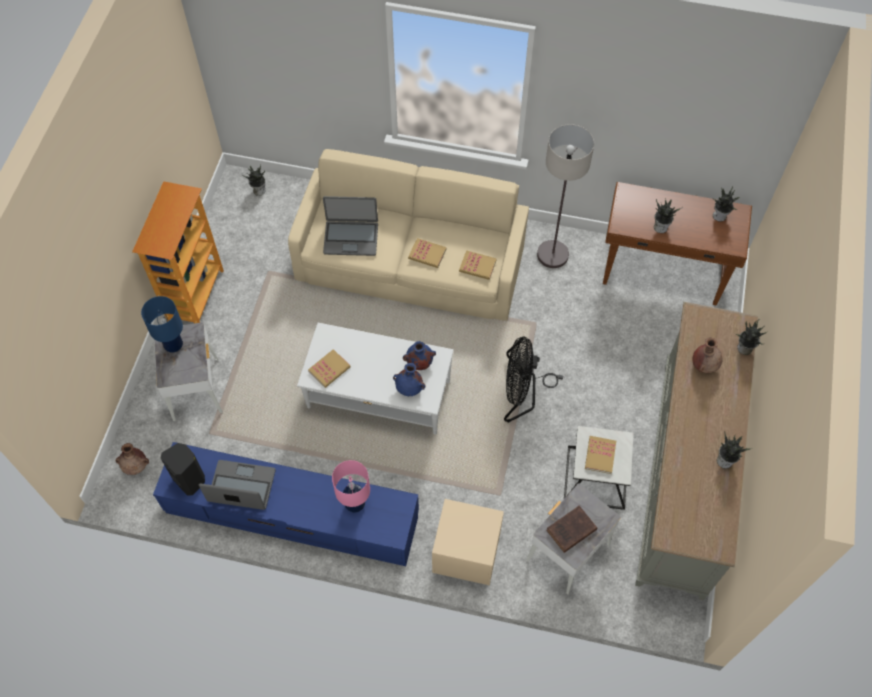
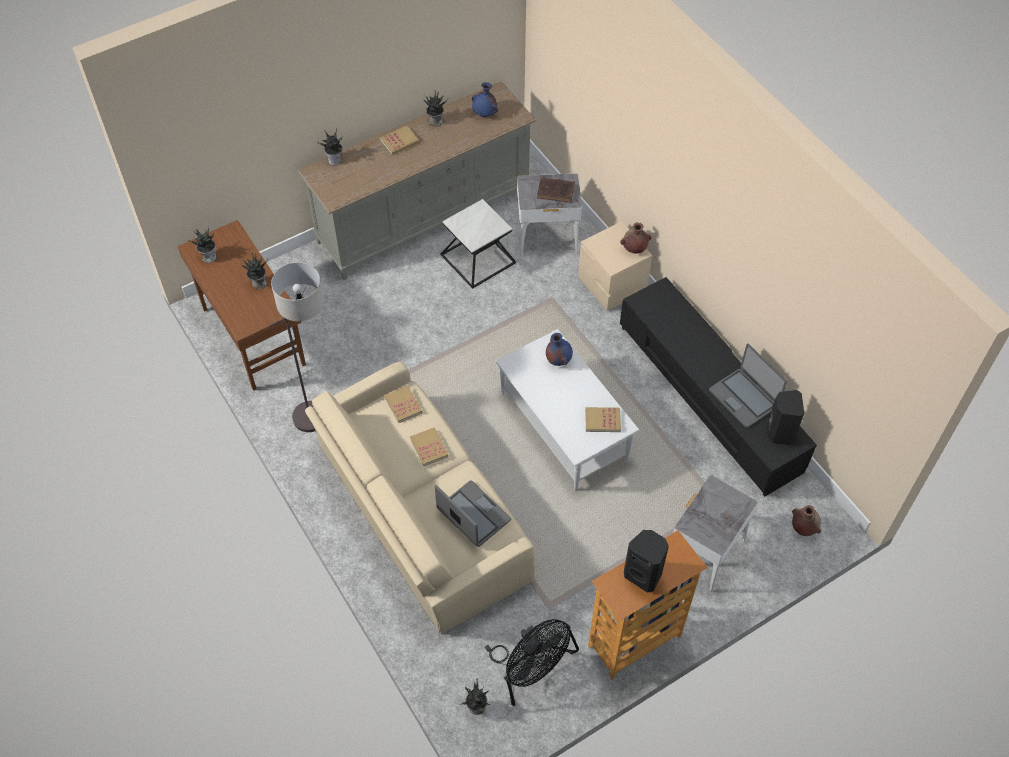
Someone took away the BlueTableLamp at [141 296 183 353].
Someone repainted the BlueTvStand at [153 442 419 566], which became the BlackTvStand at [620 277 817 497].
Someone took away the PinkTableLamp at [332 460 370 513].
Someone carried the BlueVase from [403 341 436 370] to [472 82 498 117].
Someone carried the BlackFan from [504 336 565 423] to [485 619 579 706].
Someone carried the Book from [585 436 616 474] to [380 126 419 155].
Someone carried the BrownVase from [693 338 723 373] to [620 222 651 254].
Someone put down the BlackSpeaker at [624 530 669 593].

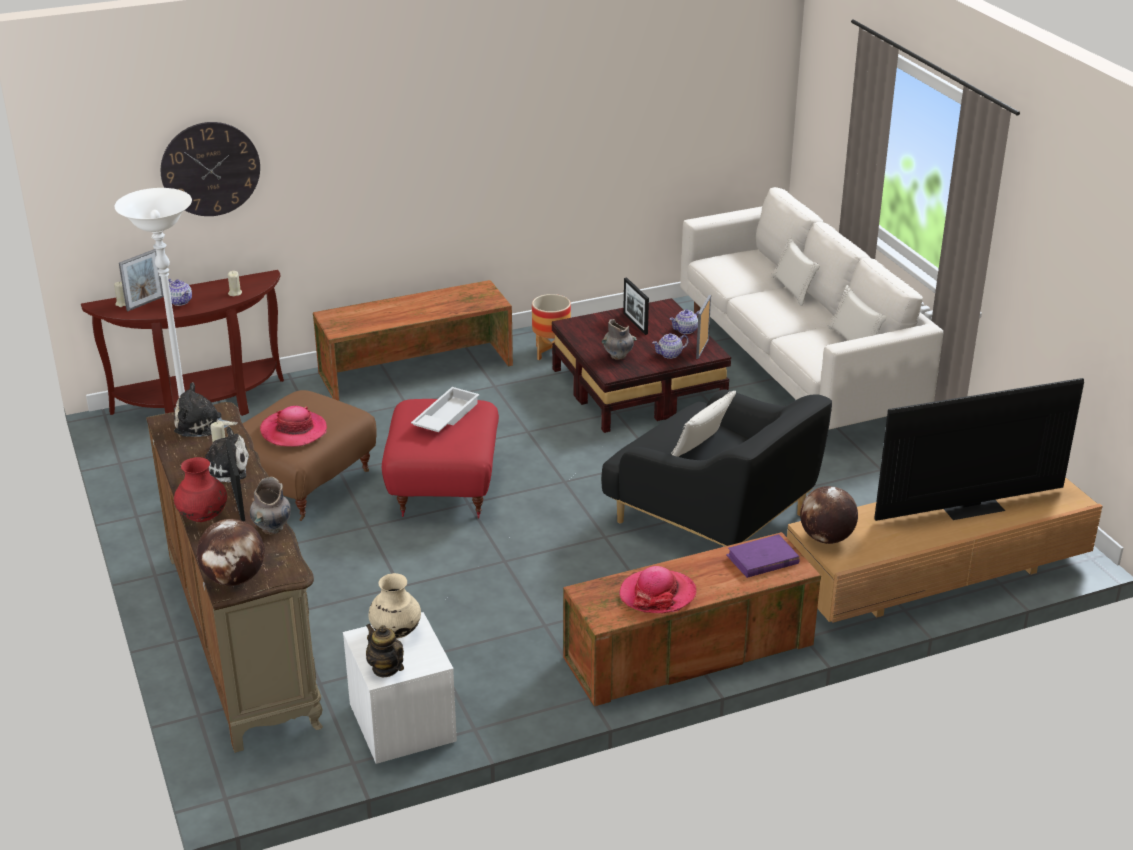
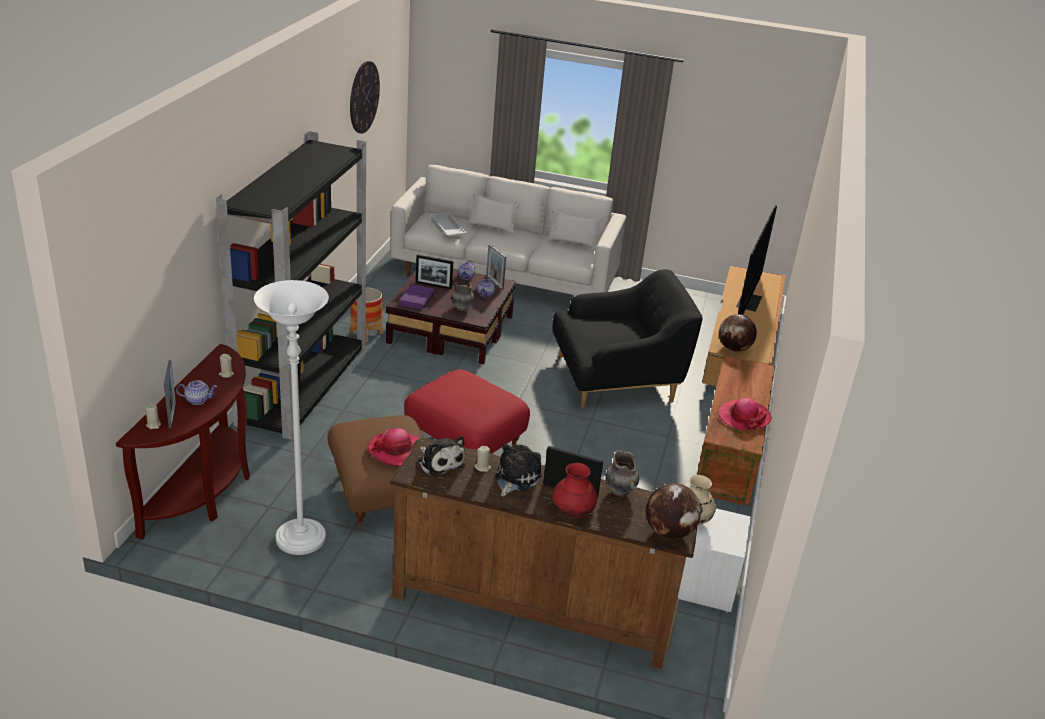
Someone carried the WallClock from [161 122 260 216] to [350 61 380 134].
Someone rotated the PlushToy at [174 382 238 437] by 75 degrees counterclockwise.
Someone swapped the BrownBench at [313 280 513 401] for the BlackBookcase at [216 131 366 440].
Someone took away the Teapot at [366 624 404 677].
Someone carried the WhiteTray from [411 387 479 432] to [430 212 467 236].
Someone took away the WhitePillow at [671 391 736 457].
Someone carried the PurpleBook from [726 534 800 578] to [399 284 435 310].

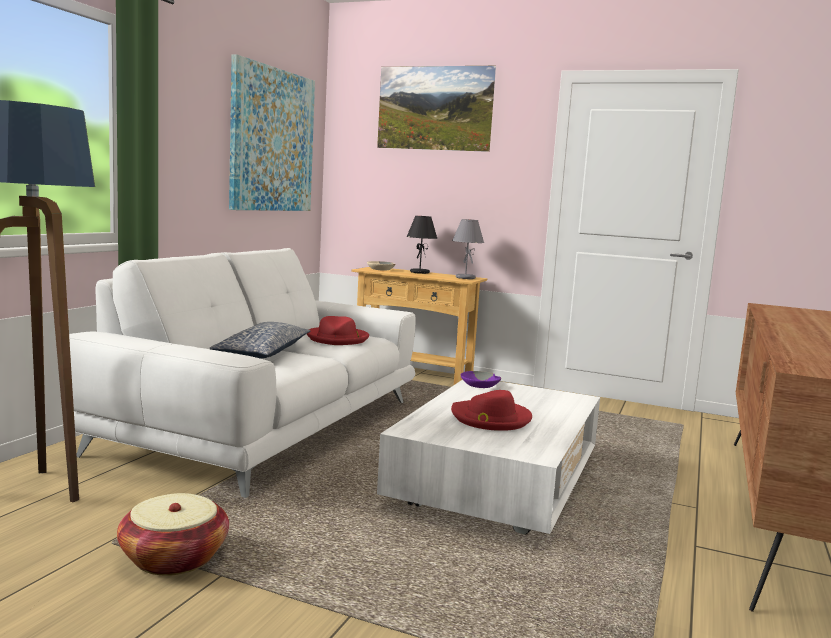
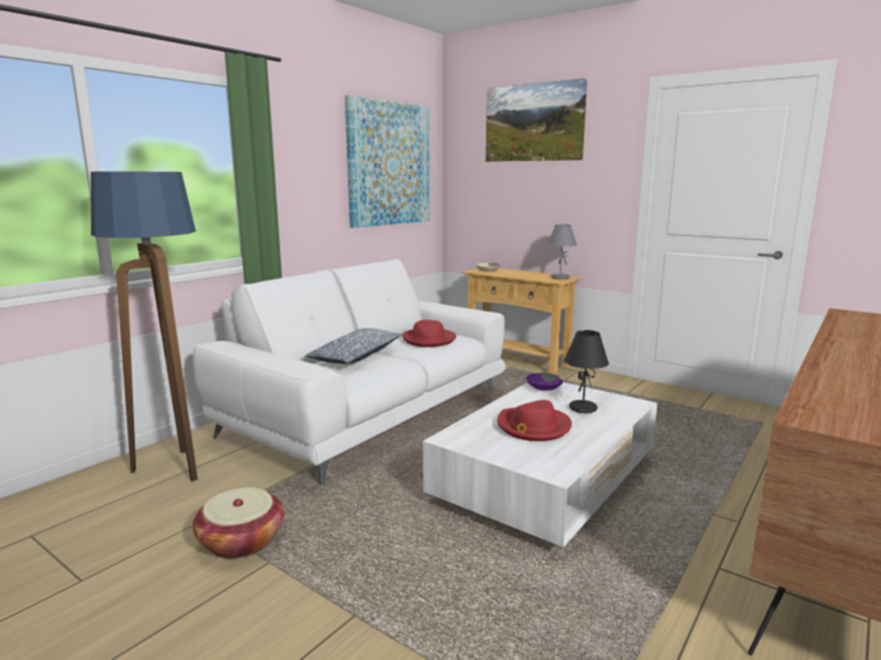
Someone carried the BlackTableLamp from [406 216 437 274] to [564 330 609 413].

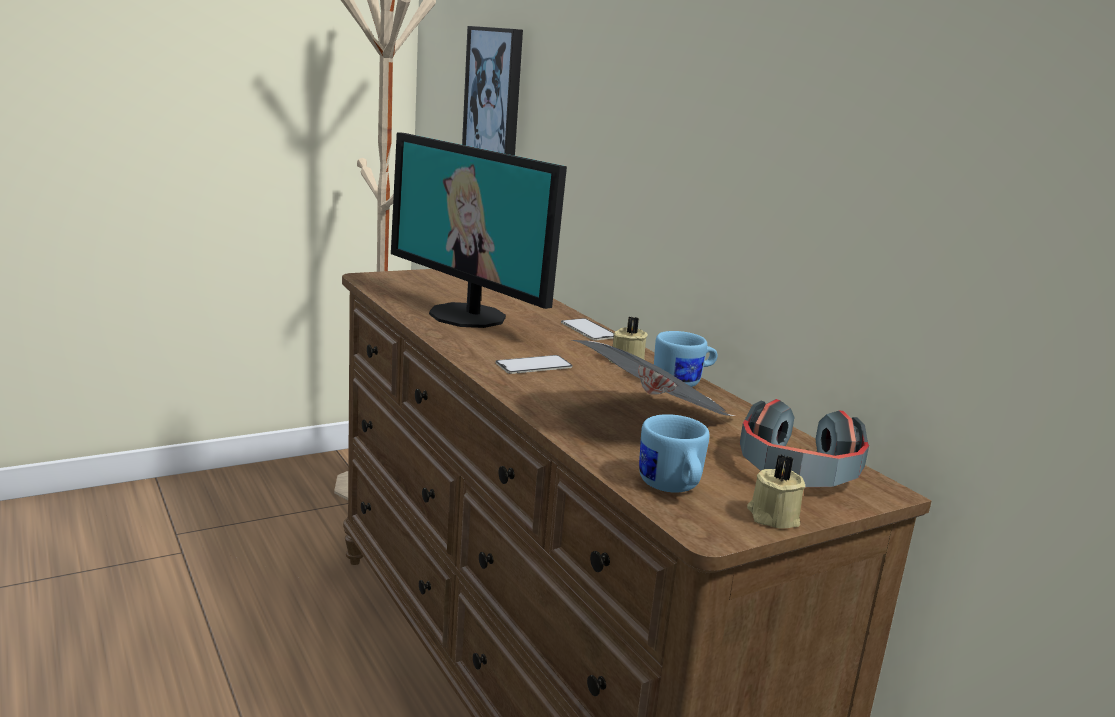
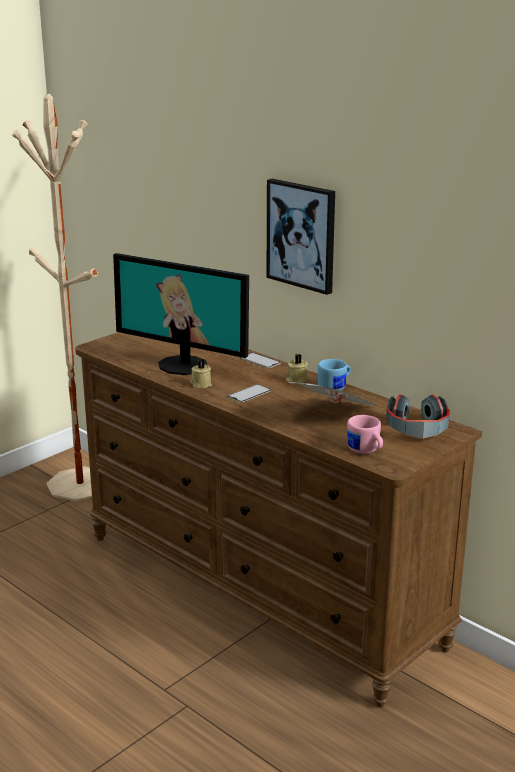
Someone carried the Picture from [462 26 523 156] to [267 179 335 295].
Someone repainted the BlueMug at [639 414 710 493], which became the PinkMug at [347 415 383 454].
Someone carried the BeigeCandle from [747 455 805 529] to [190 359 212 388].

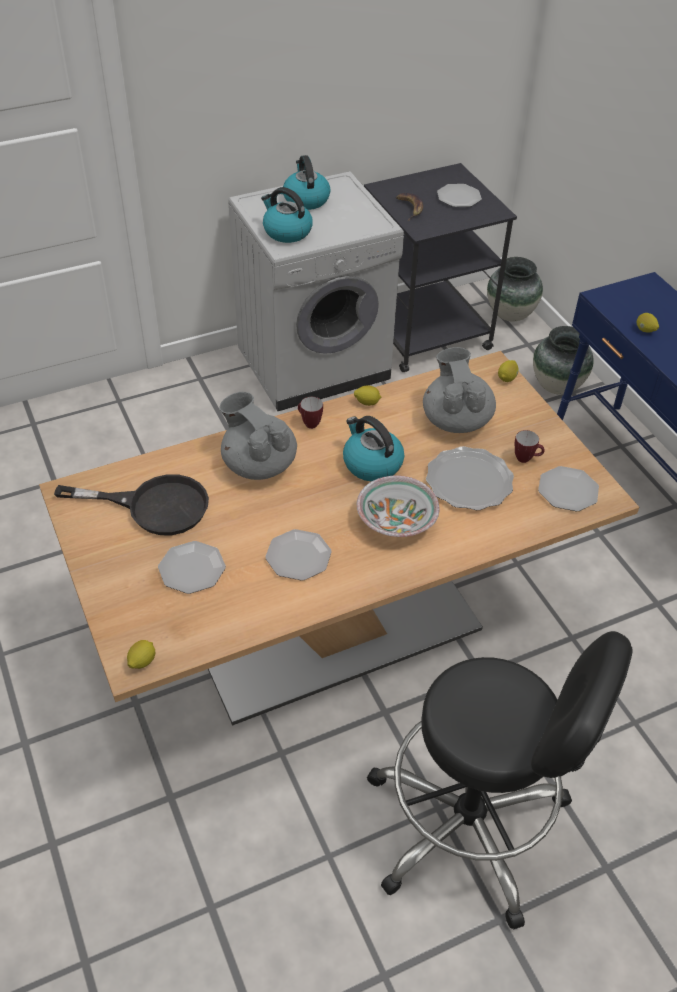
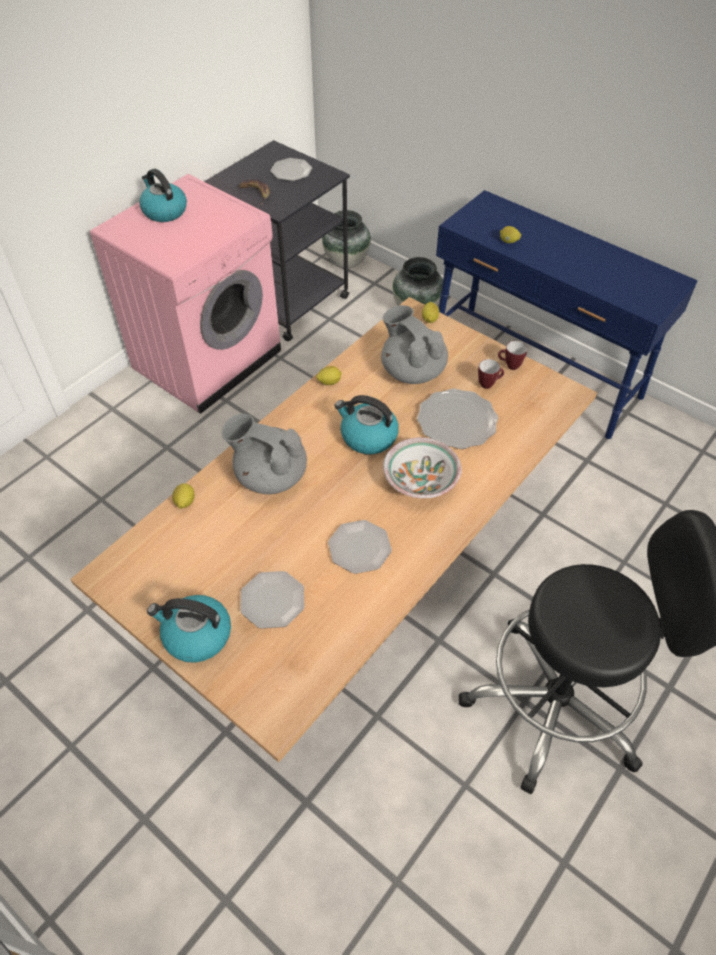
Someone took away the BlackFryingPan at [54 474 209 535].
Someone carried the Lemon from [127 640 155 669] to [172 483 195 509].
Someone repainted the WhiteWashingMachine at [228 171 404 411], which became the PinkWashingMachine at [90 174 281 414].
Someone carried the Kettle from [261 187 313 243] to [147 595 231 663].
Someone carried the Mug from [298 397 323 429] to [498 341 527 370].
Someone took away the Plate at [538 466 599 511].

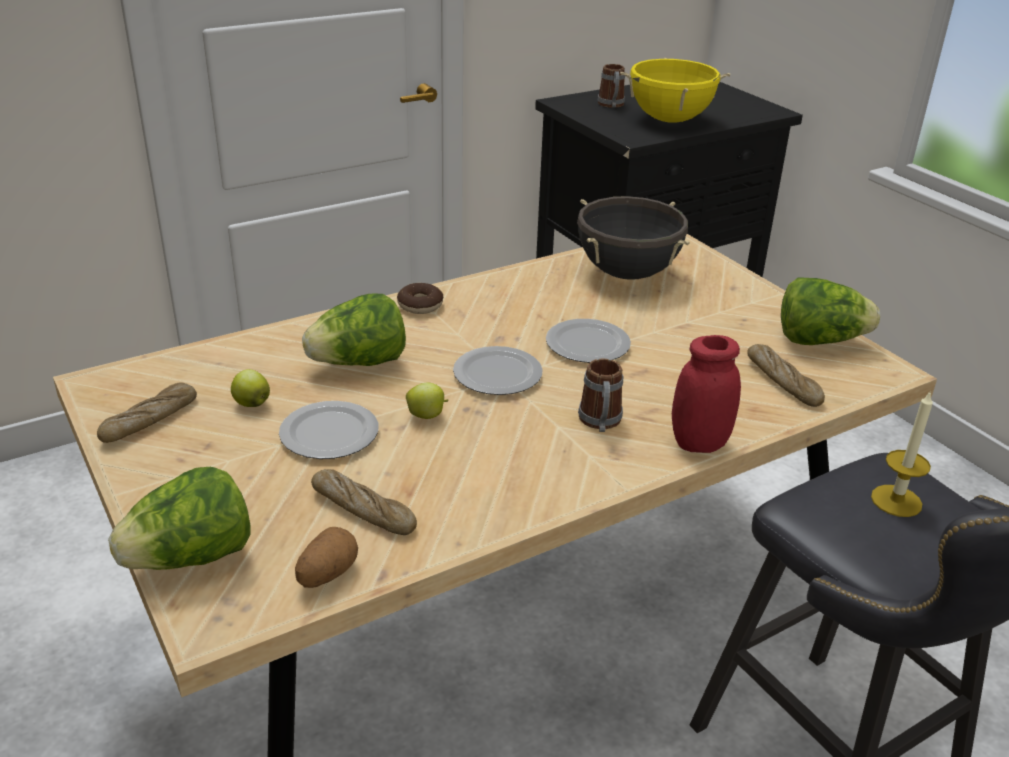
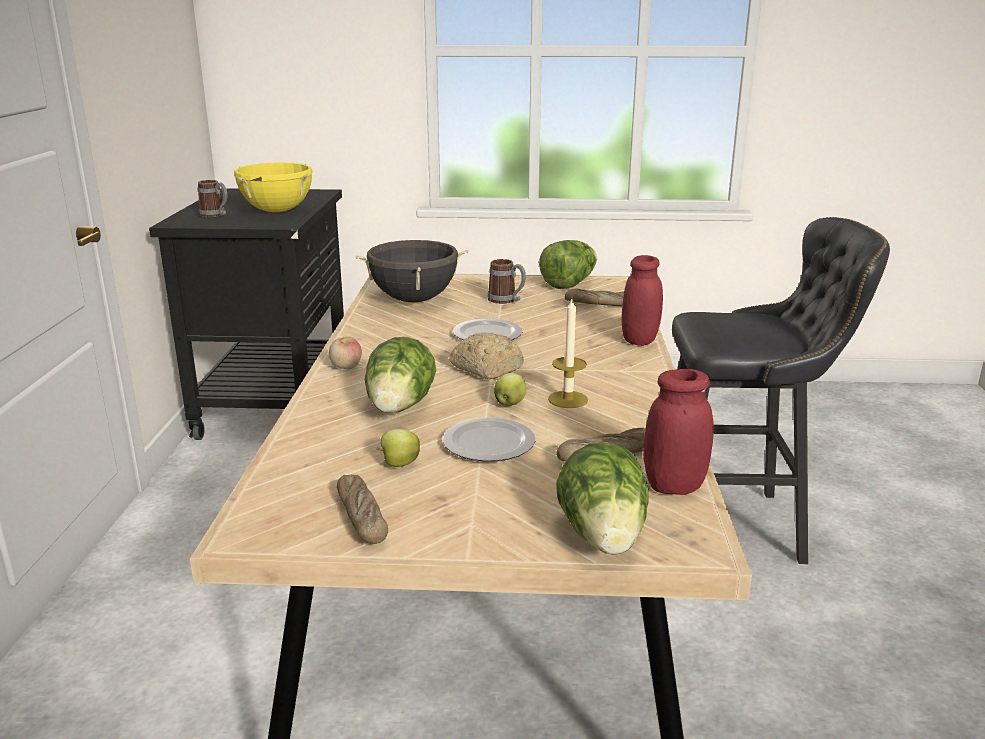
Someone swapped the Potato at [295 527 358 588] for the RedJar at [643 369 714 495].
Someone swapped the Donut at [397 283 443 314] for the Apple at [329 337 362 369].
Someone swapped the Plate at [453 346 543 395] for the Bread at [449 333 524 379].
Someone carried the Mug from [578 359 623 432] to [488 259 526 304].
Someone carried the Candle from [871 390 933 517] to [548 299 588 408].

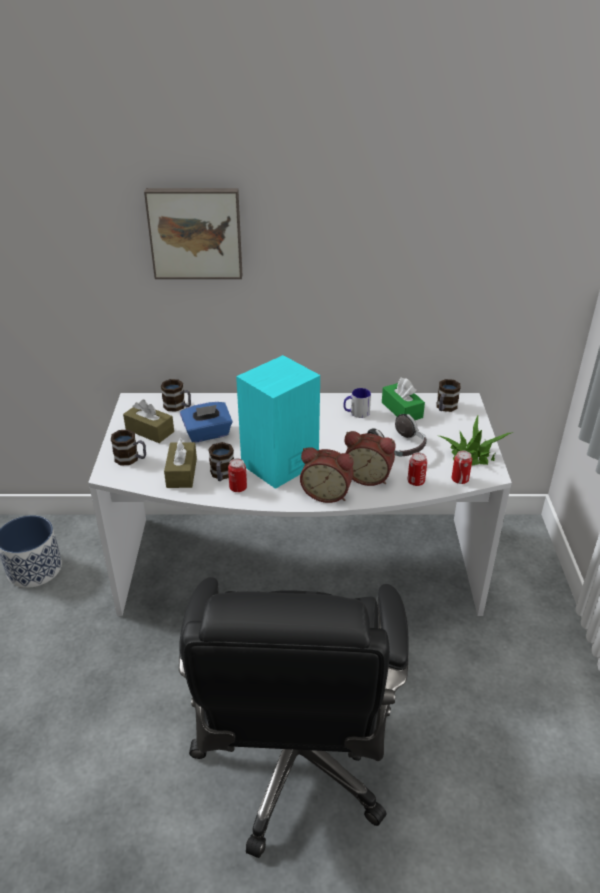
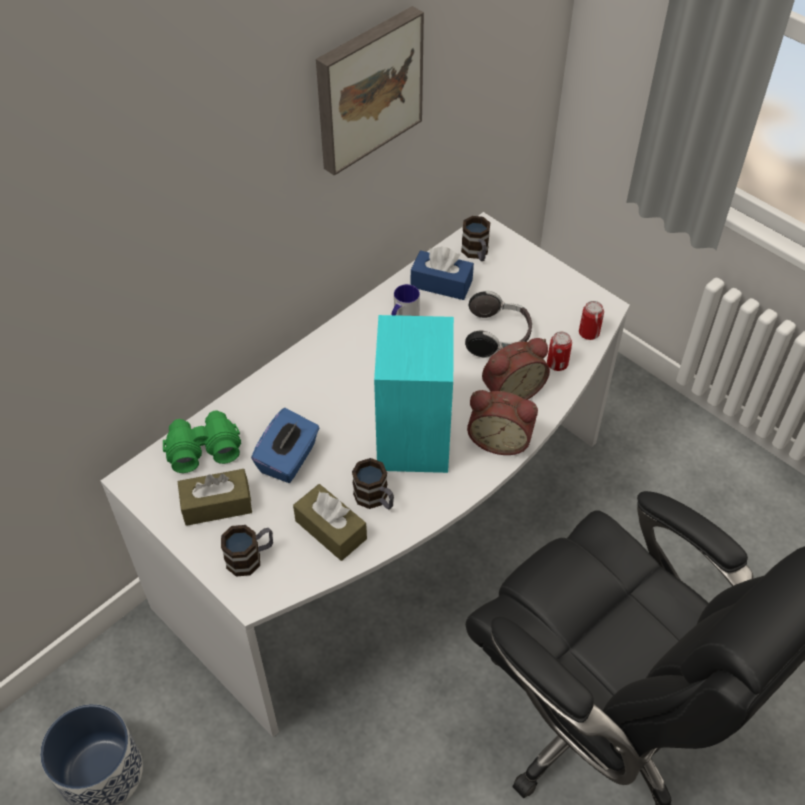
Someone carried the Picture from [144 188 242 279] to [316 6 424 176].
Someone swapped the Mug at [161 379 191 412] for the GreenBinoculars at [163 410 241 473].
Someone took away the Can at [228 458 247 492].
Someone rotated the AlarmClock at [300 447 354 503] by 45 degrees clockwise.
Someone repainted the GreenTissueBox at [382 378 425 420], which became the BlueTissueBox at [411 247 474 300].
Someone took away the PottedPlant at [440 416 511 466].

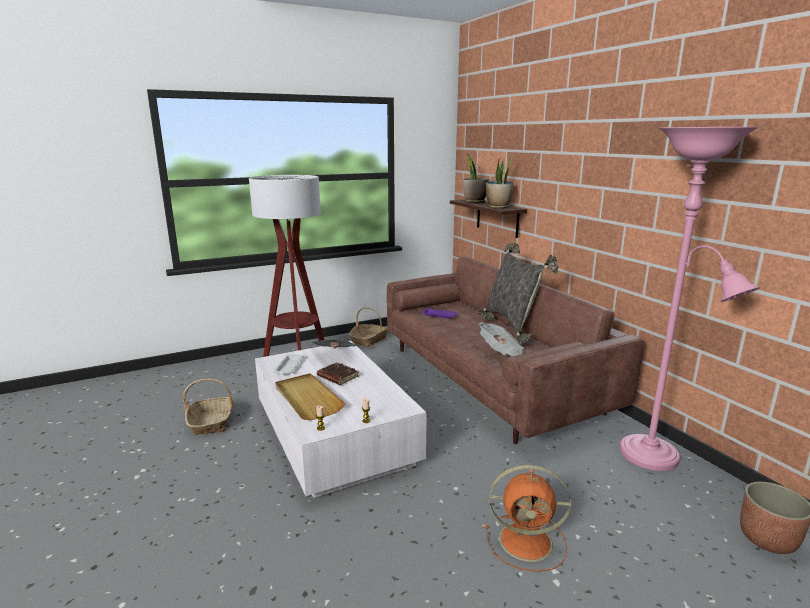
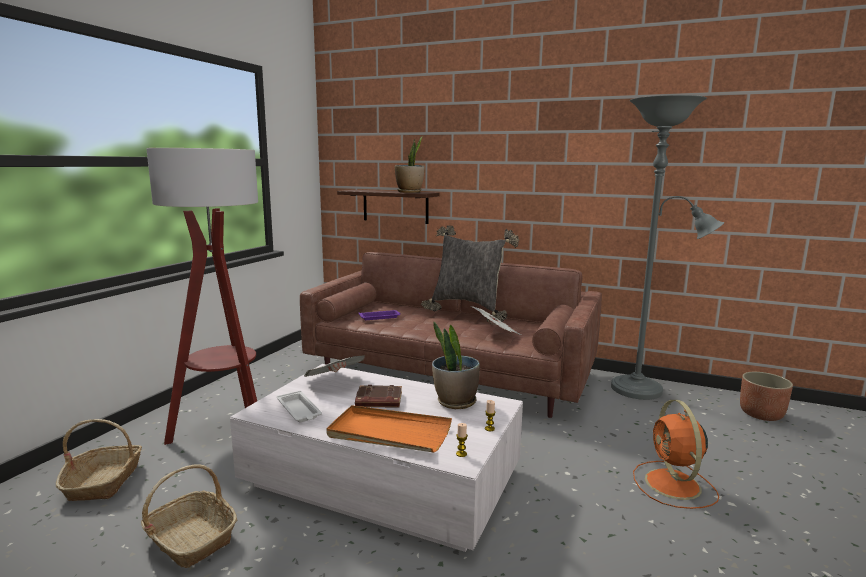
Someone repainted the BeigeTray at [275 373 345 420], which became the OrangeTray at [326 405 452 452].
Someone carried the Basket from [349 307 388 347] to [56 419 142 501].
Someone carried the PottedPlant from [463 153 489 203] to [432 322 480 409].
Someone rotated the OrangeFan at [485 465 571 572] by 120 degrees clockwise.
Someone repainted the PinkFloorLamp at [620 127 760 471], which became the GreyFloorLamp at [611 95 724 400].

